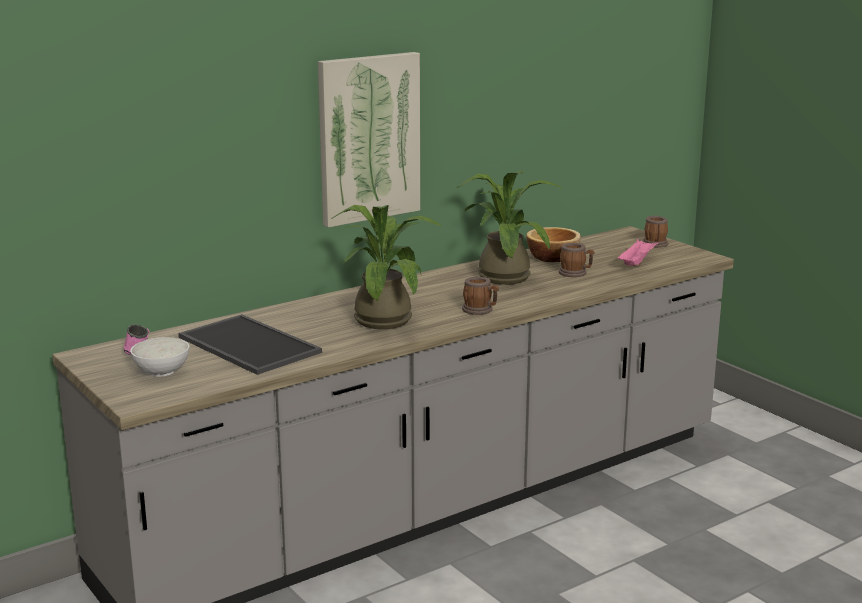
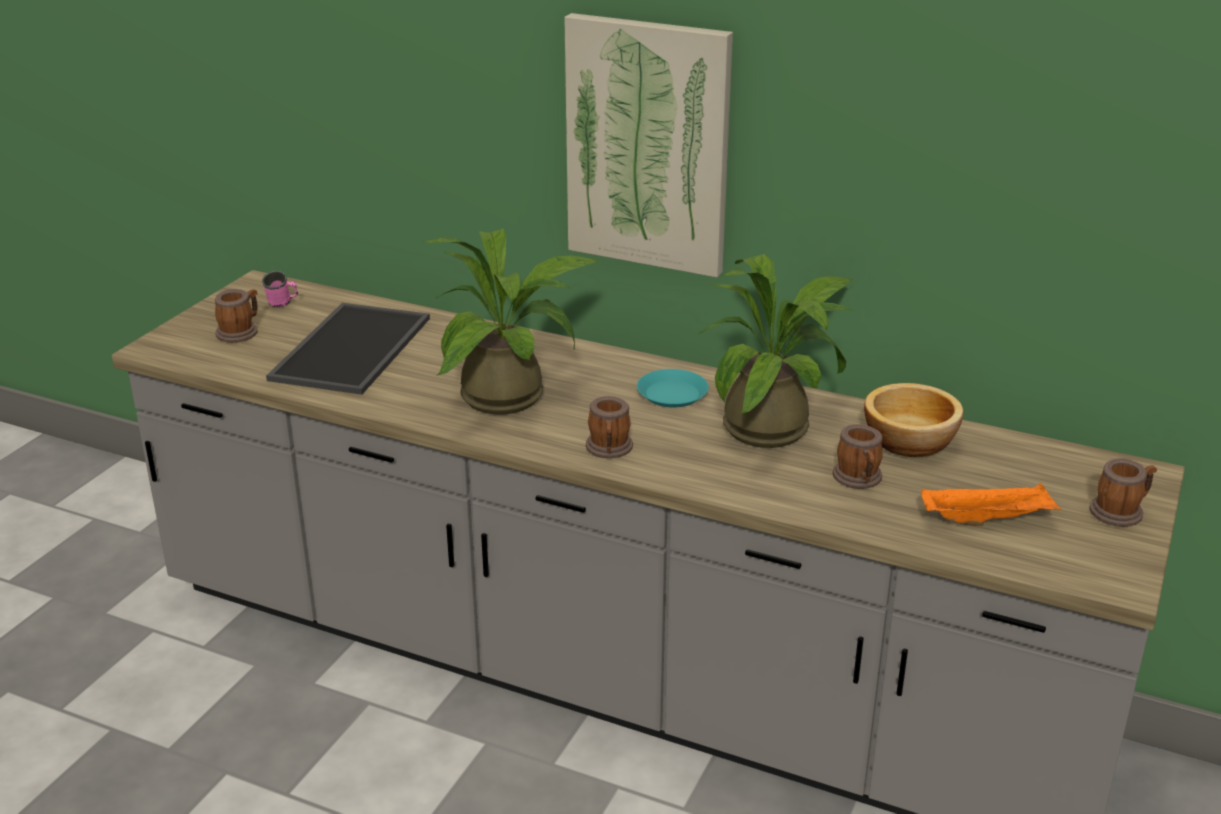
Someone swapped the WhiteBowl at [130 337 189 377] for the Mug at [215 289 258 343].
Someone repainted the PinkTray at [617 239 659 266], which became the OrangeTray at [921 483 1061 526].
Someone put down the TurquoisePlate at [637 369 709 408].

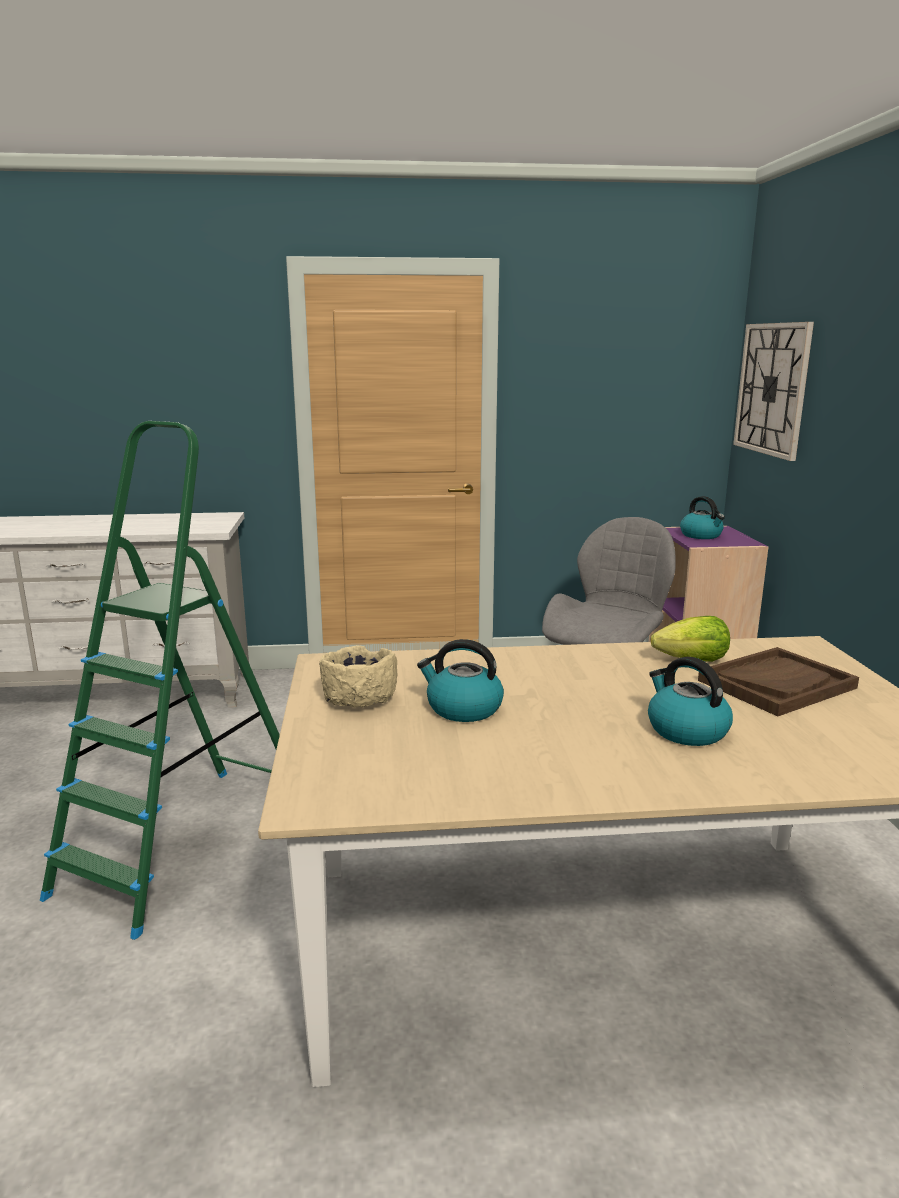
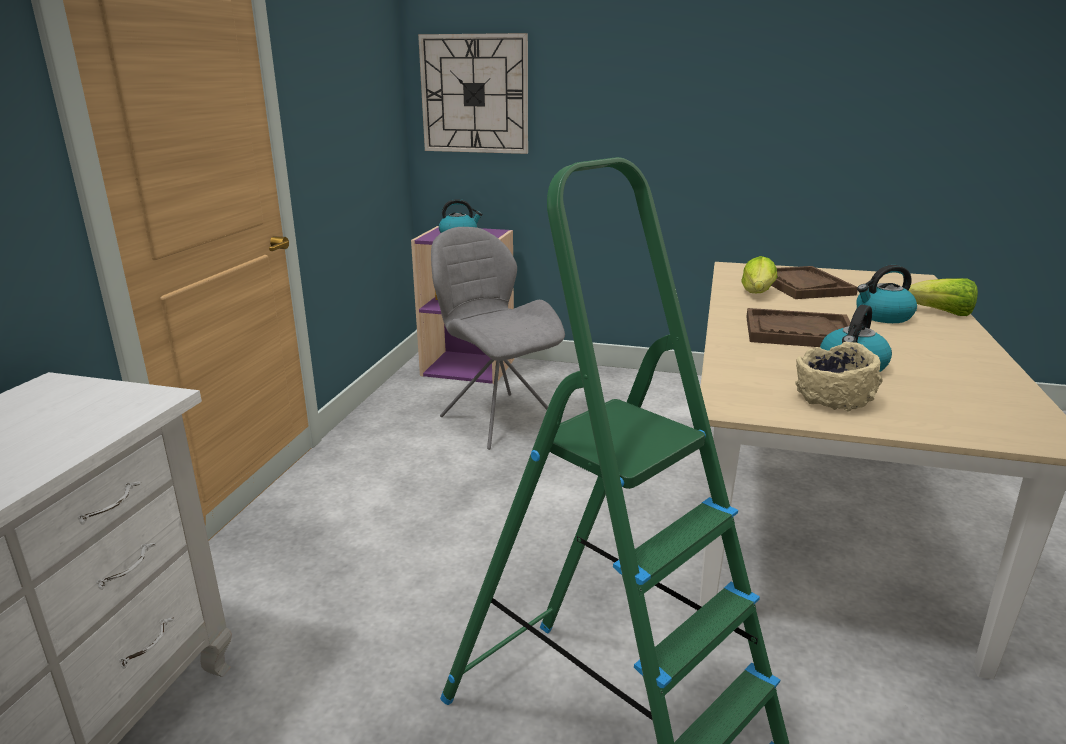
Someone put down the BrownTray at [746 308 851 347].
Someone put down the Lettuce at [909 278 978 316].

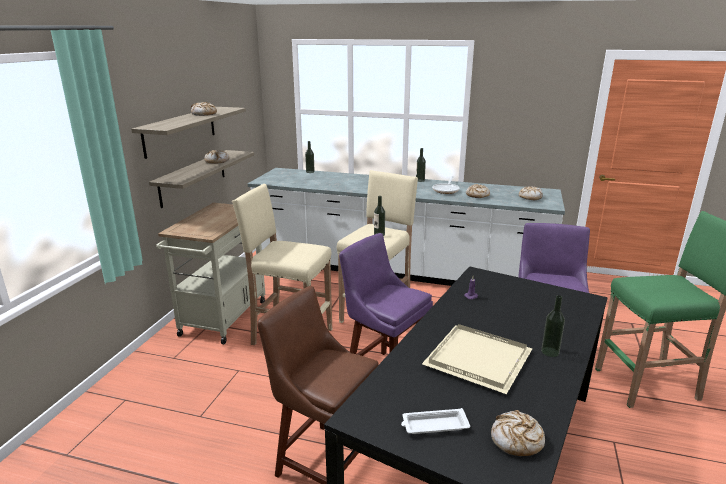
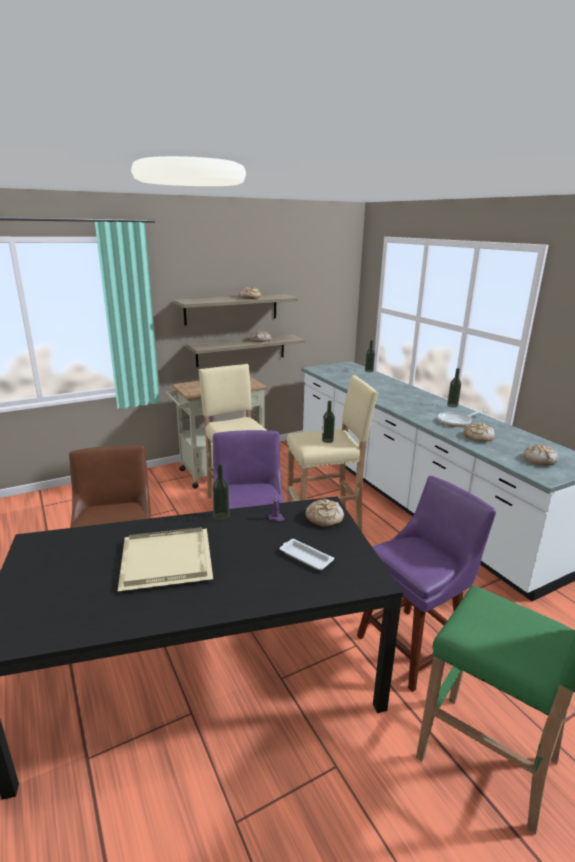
Someone carried the WhiteTray from [401 408 470 434] to [279 539 334 570].
Someone carried the Bread from [491 410 545 456] to [306 498 344 527].
Someone carried the Bottle from [541 295 565 357] to [212 464 230 521].

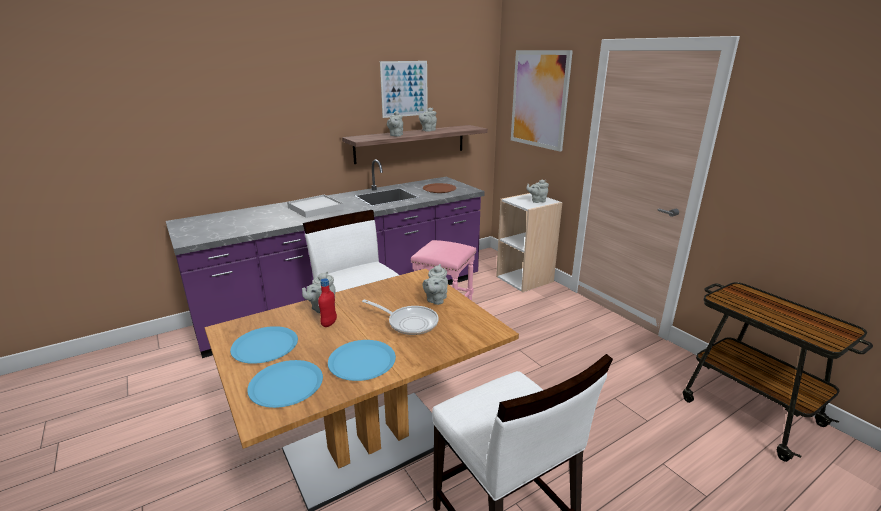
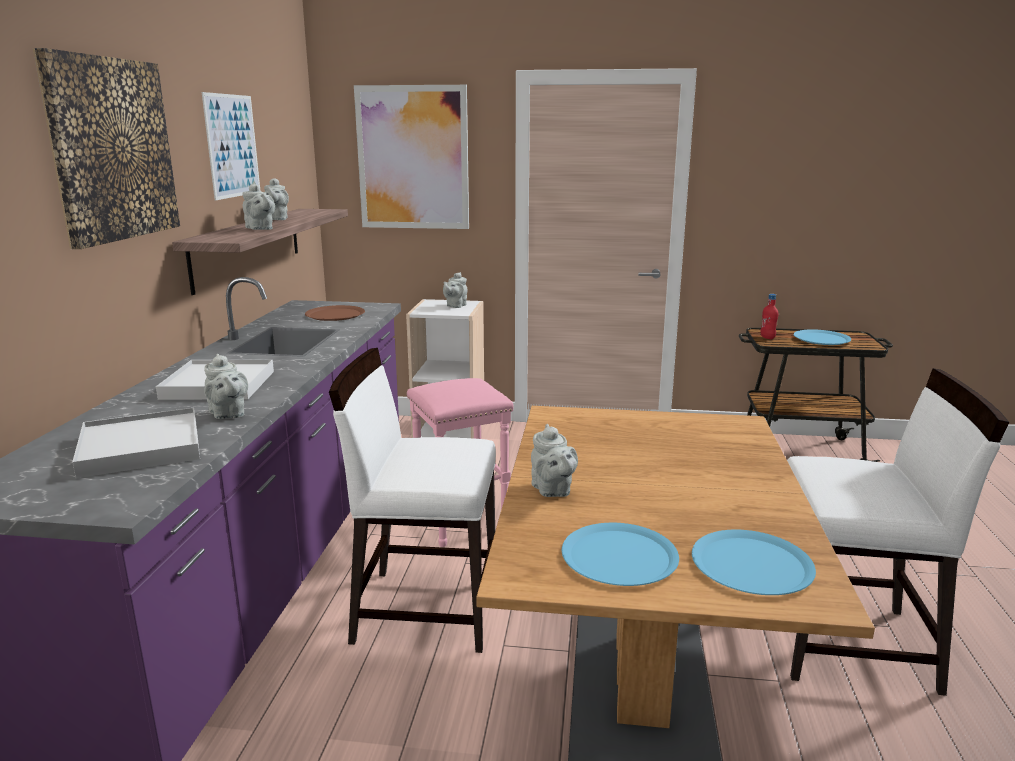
Someone carried the RedBottle from [318 278 337 327] to [760 294 778 339].
Someone carried the BluePlate from [328 340 396 381] to [794 329 851 345].
Someone took away the FryingPan at [362 299 438 335].
Someone carried the GreyTeapot from [423 264 448 305] to [204 354 248 419].
Someone put up the Picture at [33 48 180 249].
Someone put down the WhiteTray at [72 408 200 478].

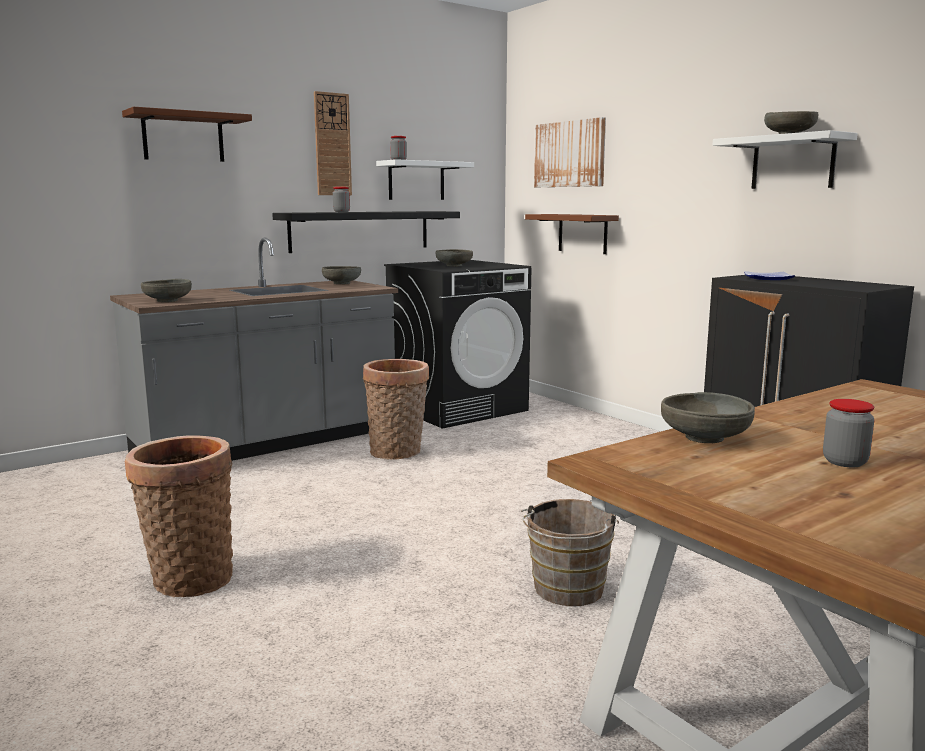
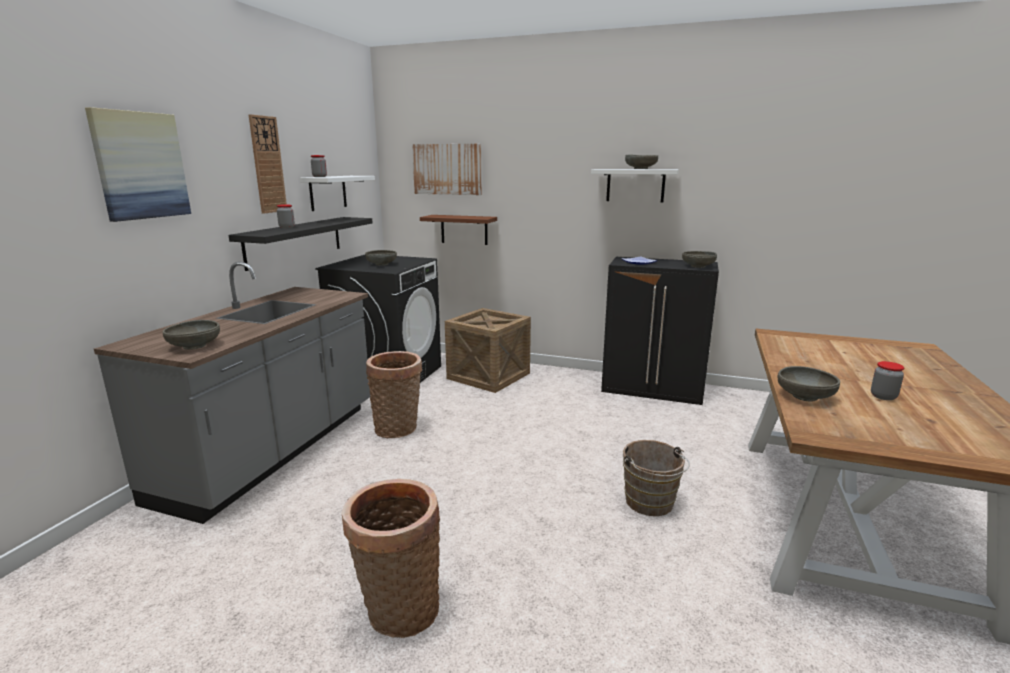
Someone swapped the BrownShelf at [122 107 252 162] for the Picture at [85 107 191 222].
Someone carried the GreyBowl from [322 266 361 284] to [682 251 717 268].
Someone put down the Crate at [445 308 531 393].

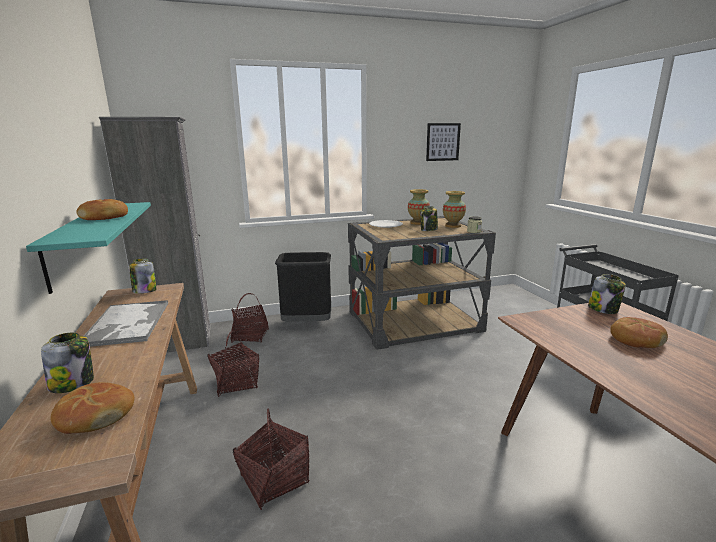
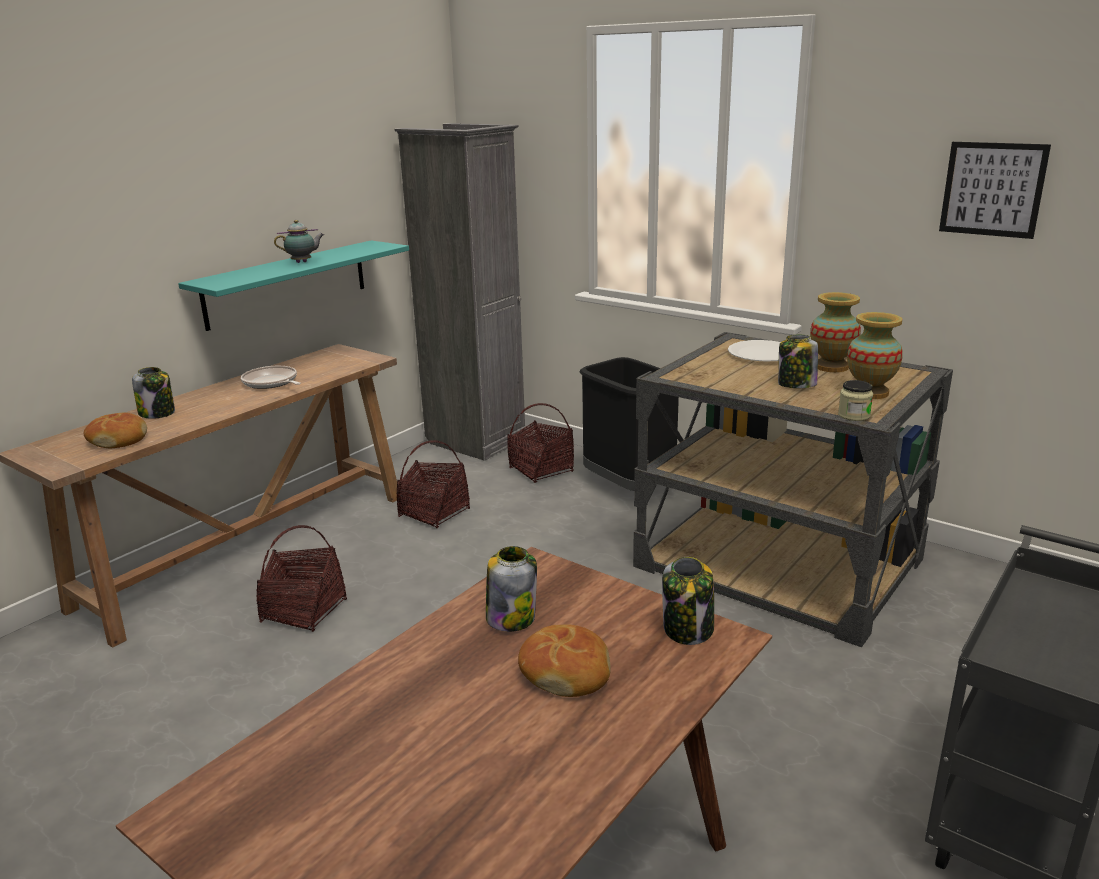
Someone swapped the Bread at [76 199 128 220] for the Teapot at [274 220 324 263].
Someone swapped the Tray at [84 300 168 347] for the FryingPan at [241 366 301 389].
Someone carried the Jar from [129 259 157 294] to [486 546 537 632].

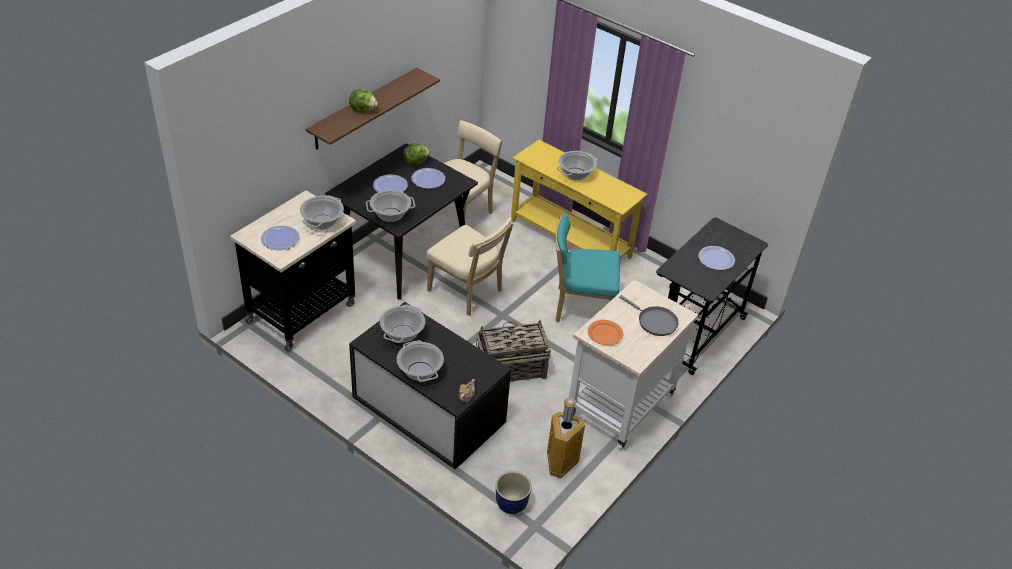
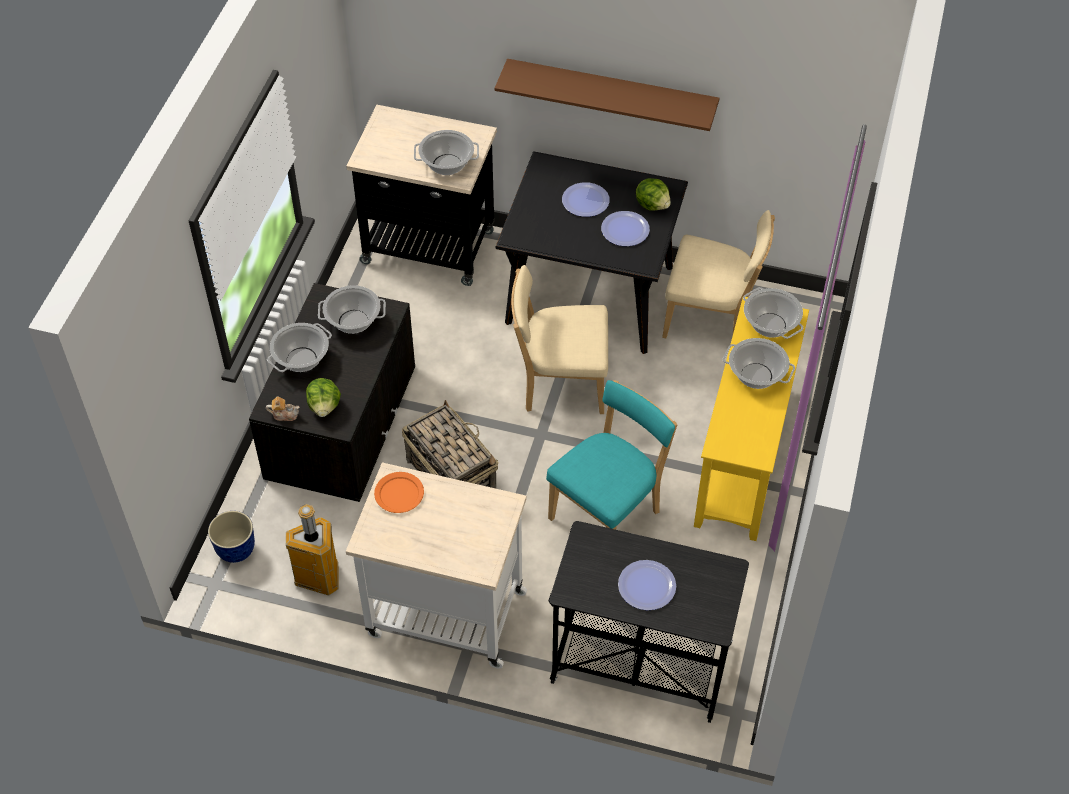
Someone took away the Plate at [261 226 300 250].
Someone carried the Lettuce from [349 89 378 113] to [306 378 341 417].
Someone carried the CookingPot from [366 190 415 222] to [743 287 803 339].
Someone rotated the BeigeChair at [426 217 514 316] by 75 degrees clockwise.
Someone rotated the TurquoiseChair at [555 213 620 322] by 60 degrees clockwise.
Someone took away the GreyFryingPan at [619 295 679 336].

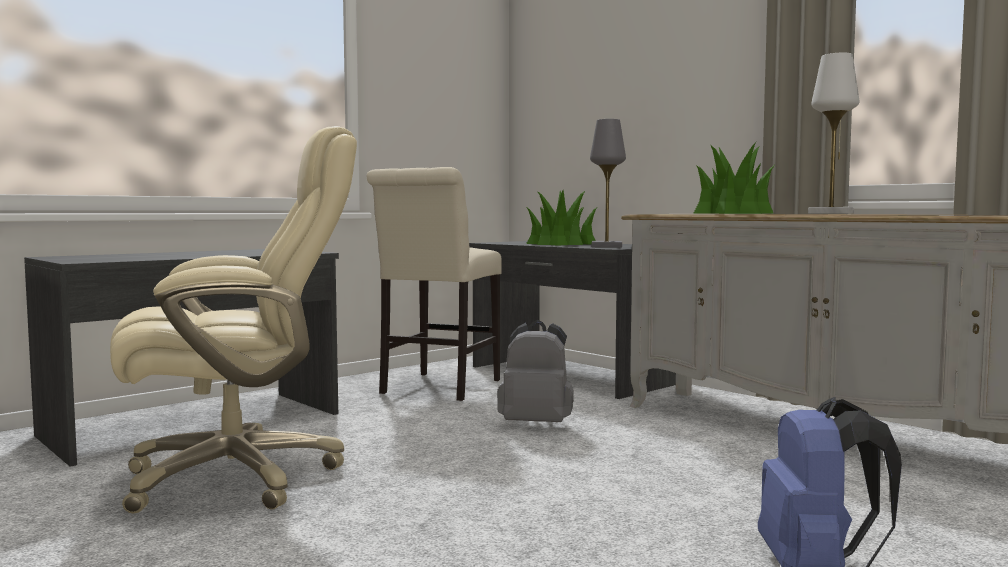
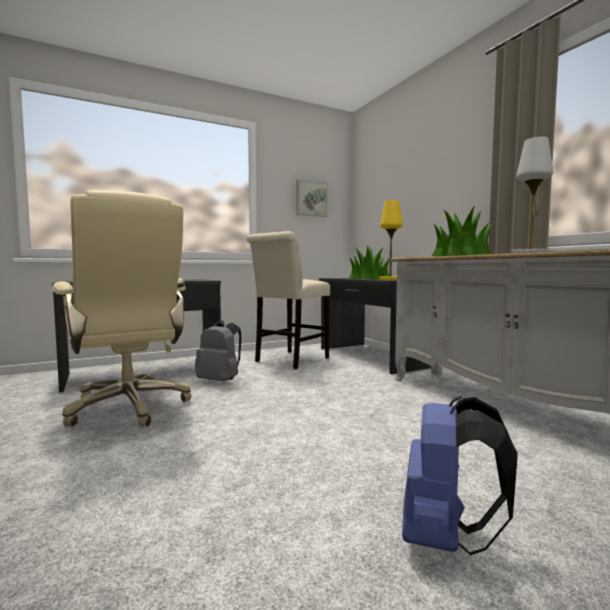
Someone rotated the BeigeOfficeChair at [110 126 357 513] by 60 degrees clockwise.
Someone carried the GreyBackpack from [497 320 574 422] to [195 320 241 381].
Someone repainted the GreyTableLamp at [590 119 626 248], which became the YellowTableLamp at [379 200 403 280].
Someone put up the Picture at [296 180 327 217].

